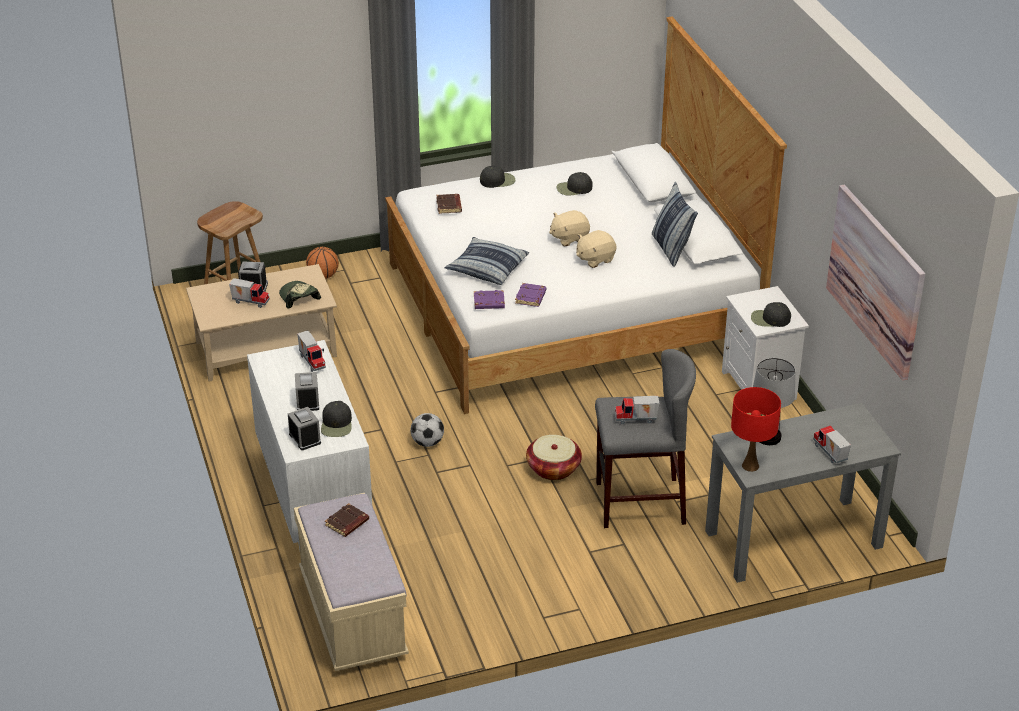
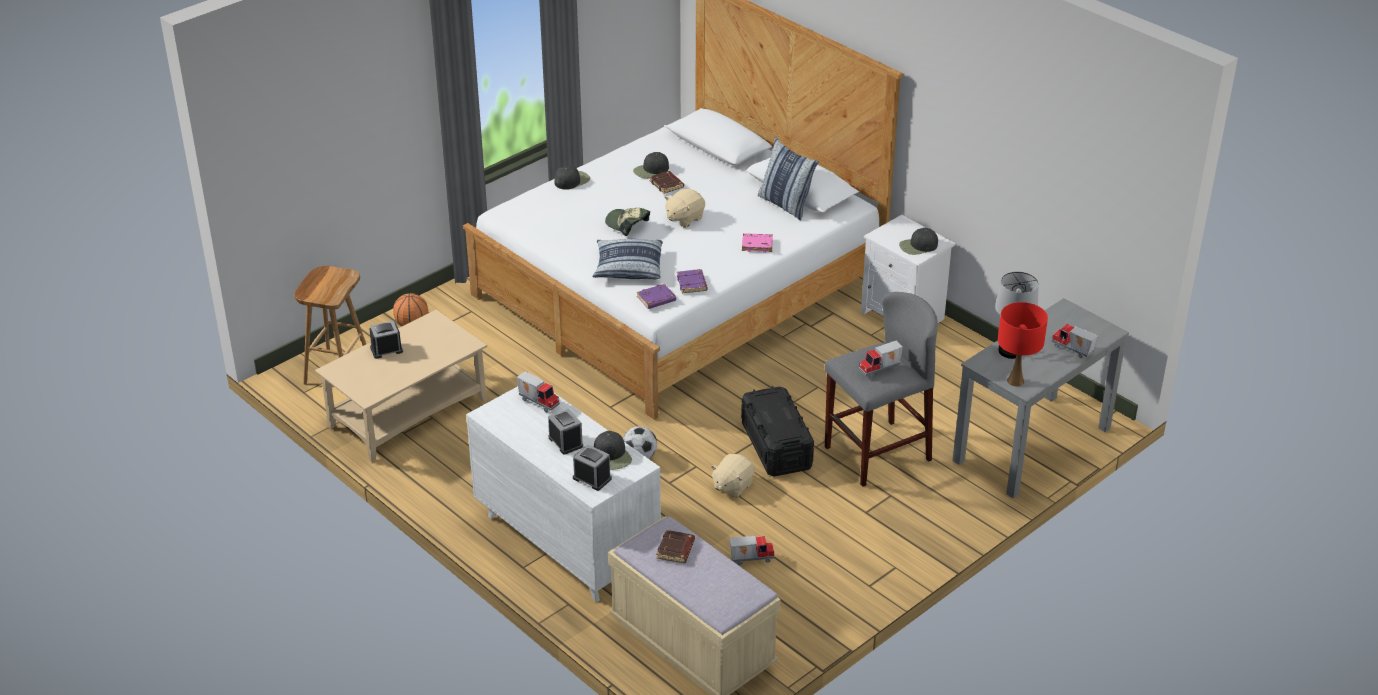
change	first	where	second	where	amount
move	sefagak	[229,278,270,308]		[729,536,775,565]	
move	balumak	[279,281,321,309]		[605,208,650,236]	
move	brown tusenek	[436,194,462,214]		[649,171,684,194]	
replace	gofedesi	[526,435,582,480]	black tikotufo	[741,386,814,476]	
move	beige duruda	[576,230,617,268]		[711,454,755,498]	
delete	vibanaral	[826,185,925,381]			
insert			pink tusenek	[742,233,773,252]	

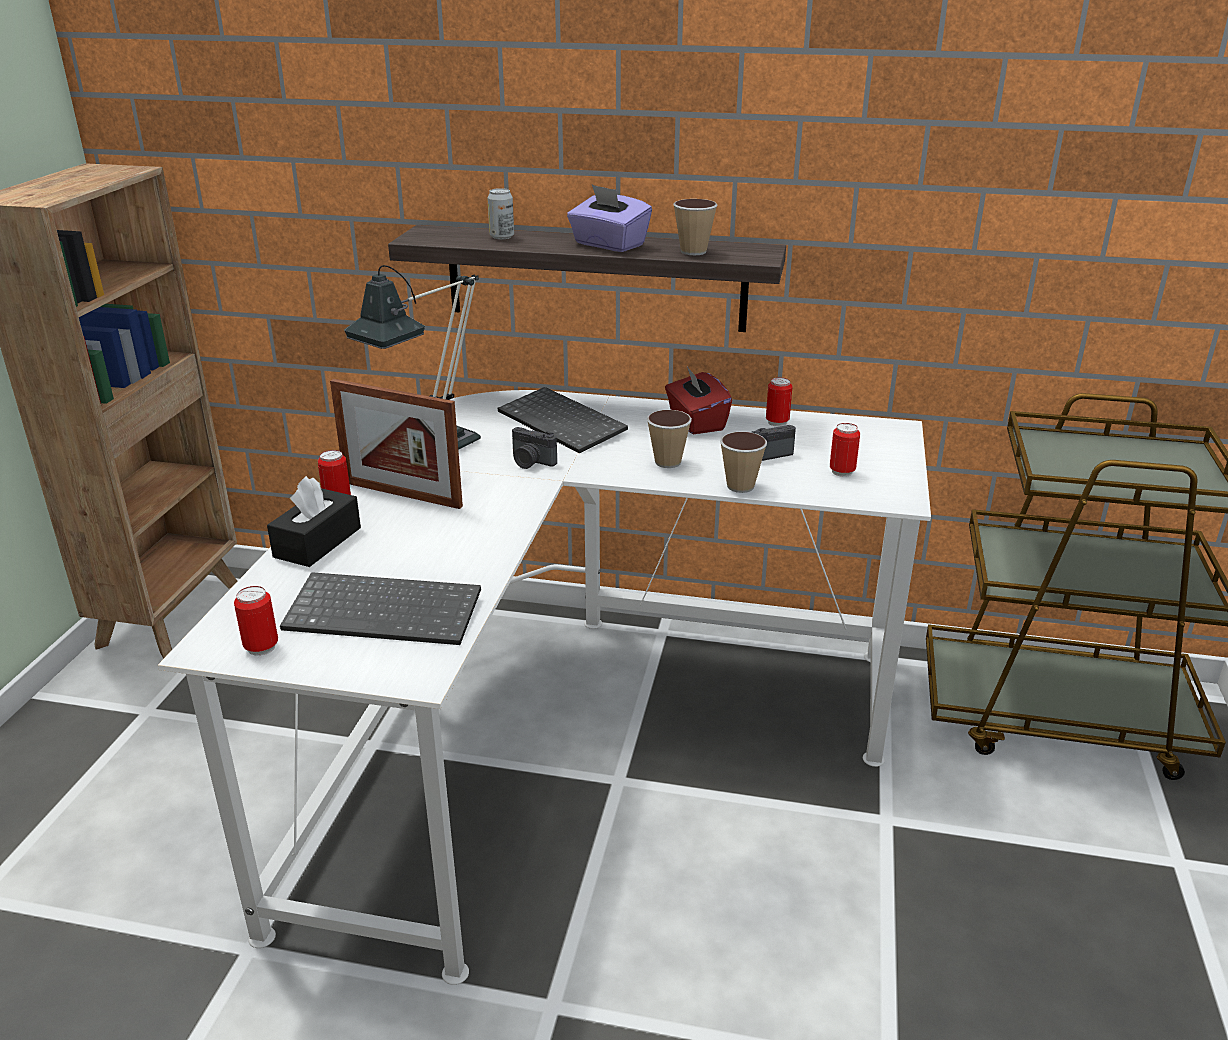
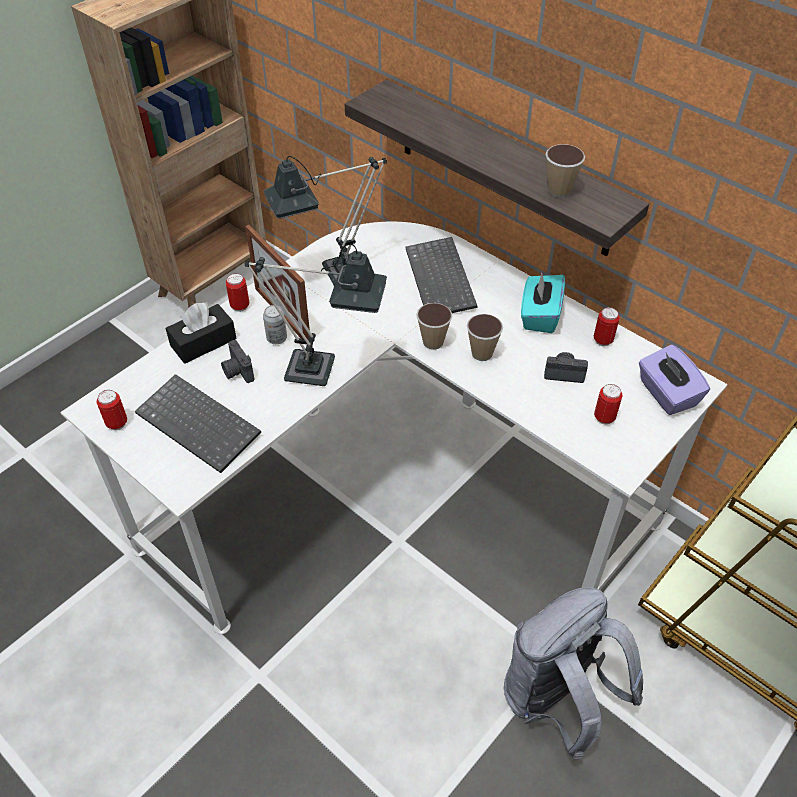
change	first	where	second	where	amount
move	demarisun	[487,188,514,239]		[263,305,287,344]	
move	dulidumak	[512,427,557,469]		[221,340,254,383]	
move	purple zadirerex	[567,184,652,252]		[639,344,710,415]	
recolor	red zadirerex	[665,367,732,434]	turquoise zadirerex	[521,272,565,333]	
move	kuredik	[720,431,767,493]		[416,303,452,350]	
insert			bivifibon	[245,244,387,386]	
insert			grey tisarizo	[504,587,643,760]	

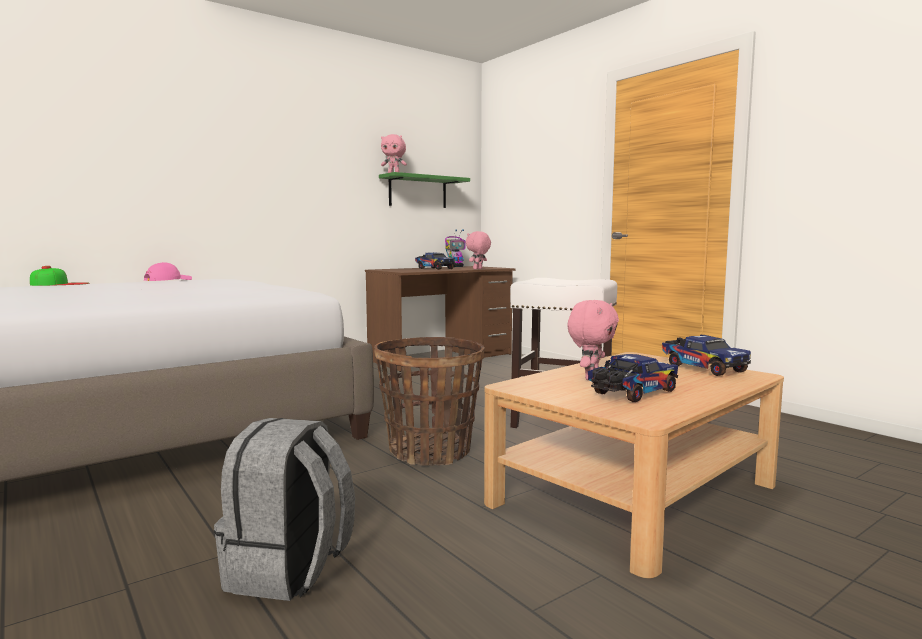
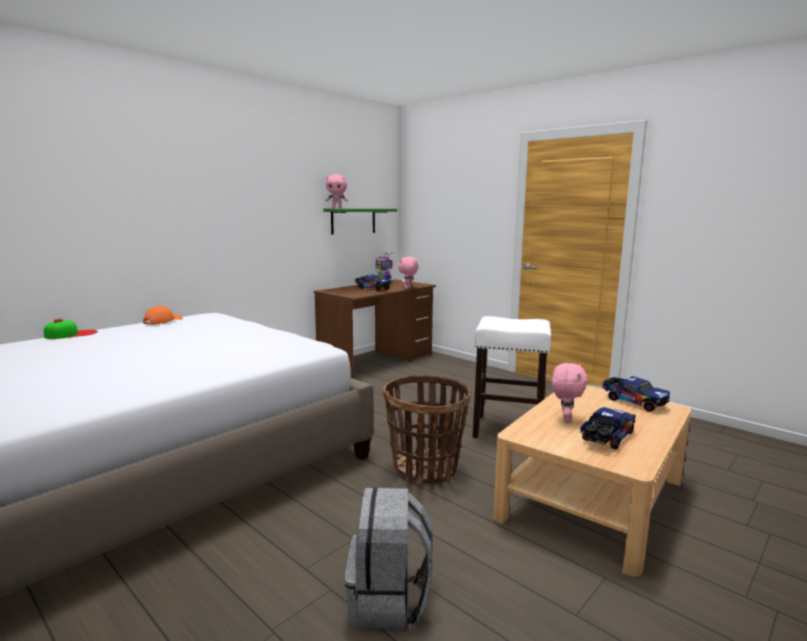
change	first	where	second	where	amount
recolor	pink balumak	[144,262,192,281]	orange balumak	[143,306,183,325]	

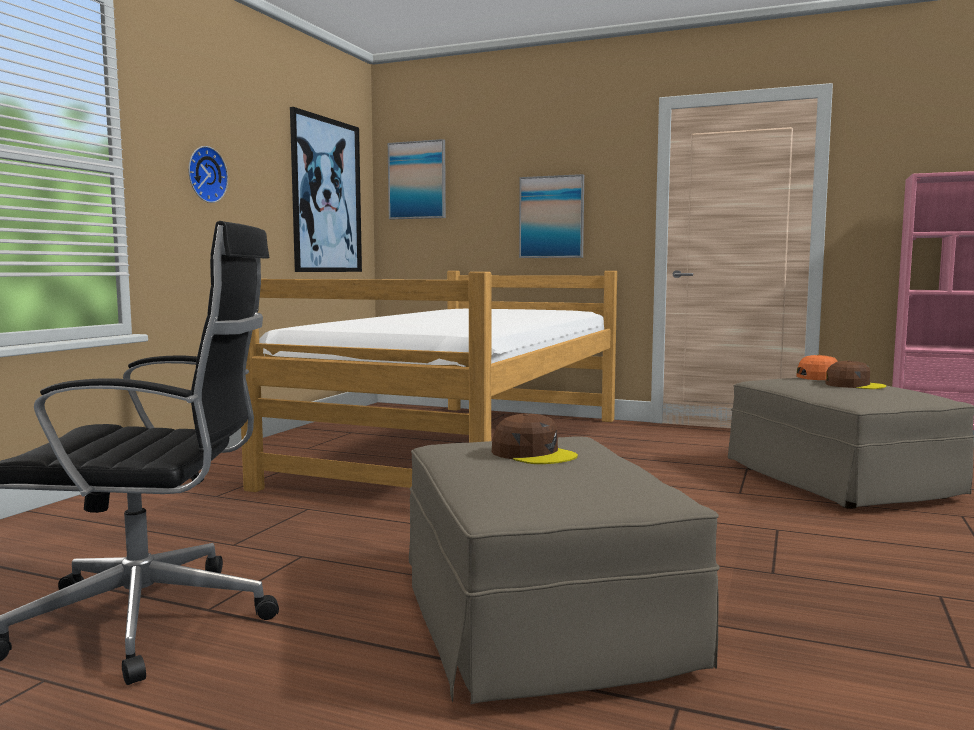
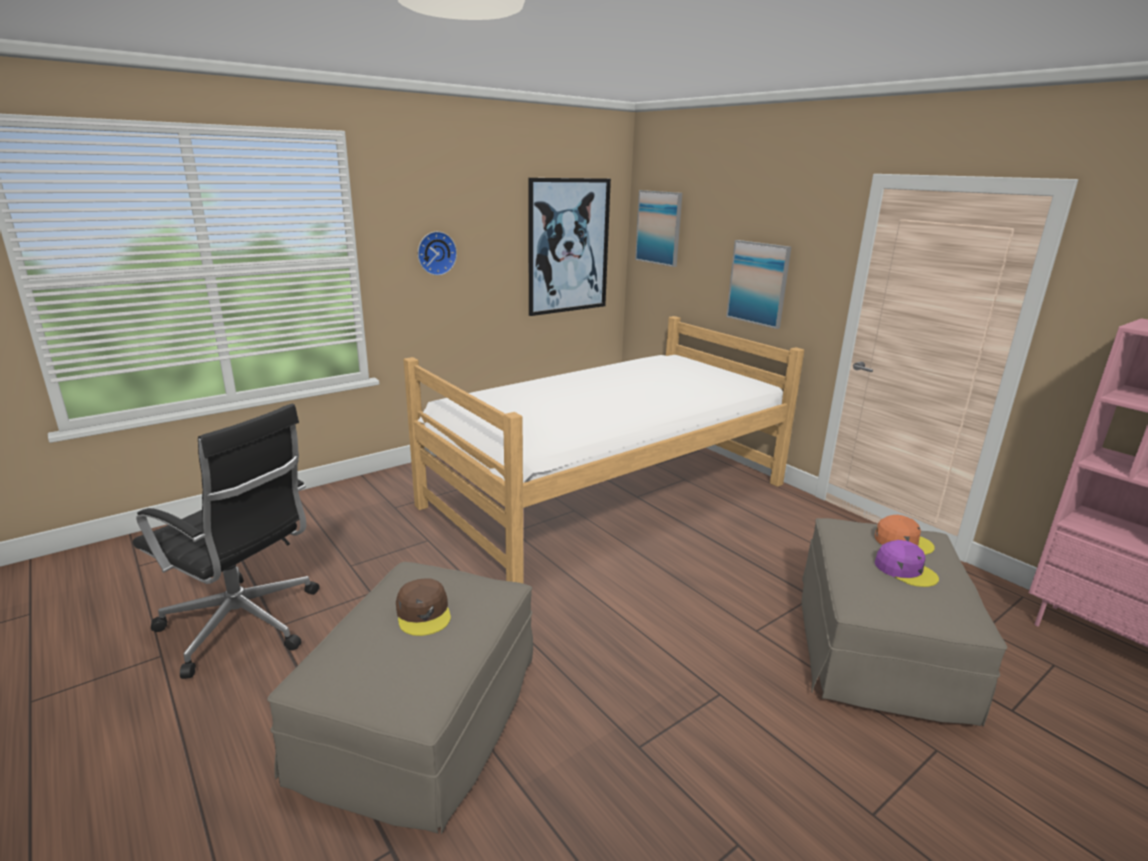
change	first	where	second	where	amount
recolor	brown balumak	[825,360,887,389]	purple balumak	[875,540,939,587]	

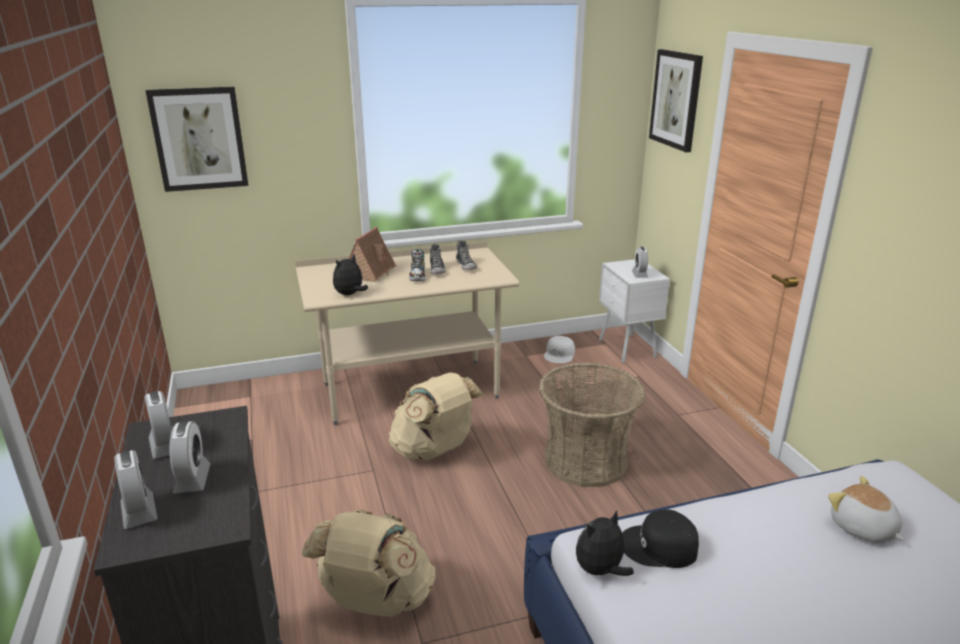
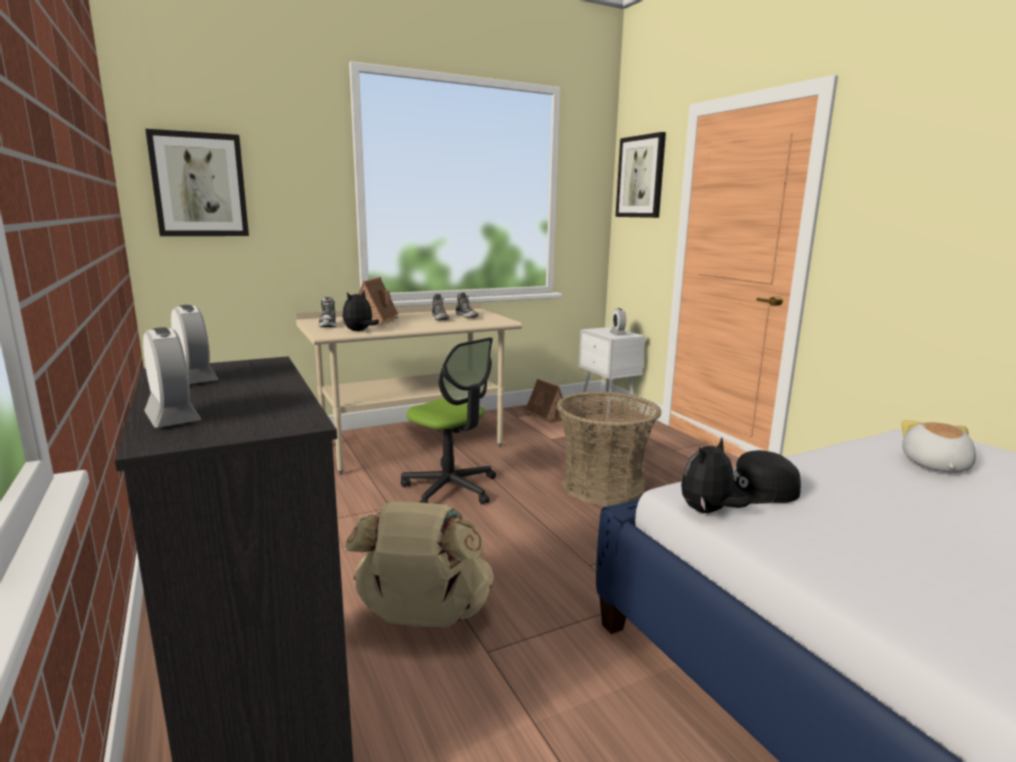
change	first	where	second	where	amount
delete	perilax	[169,421,211,494]			
replace	beige tisarizo	[389,373,484,460]	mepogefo	[401,337,496,505]	
move	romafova	[409,249,426,281]		[319,297,336,327]	
replace	white balumak	[544,336,575,363]	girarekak	[525,379,567,423]	
rotate	duruda	[828,476,905,543]		[901,420,976,472]	60 degrees clockwise

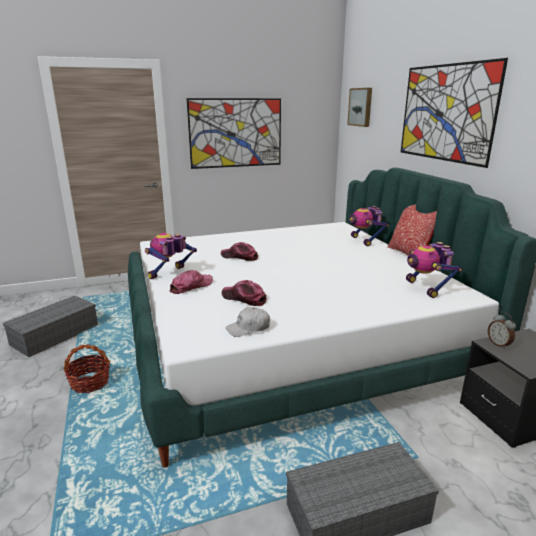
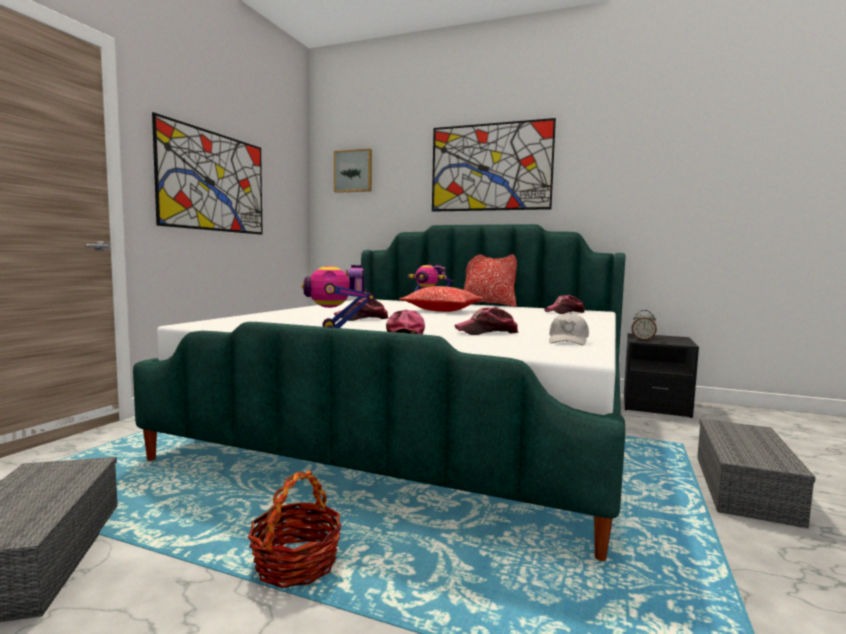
change	first	where	second	where	amount
replace	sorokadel	[406,242,463,298]	balumak	[544,295,584,314]	
insert			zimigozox	[399,286,484,312]	

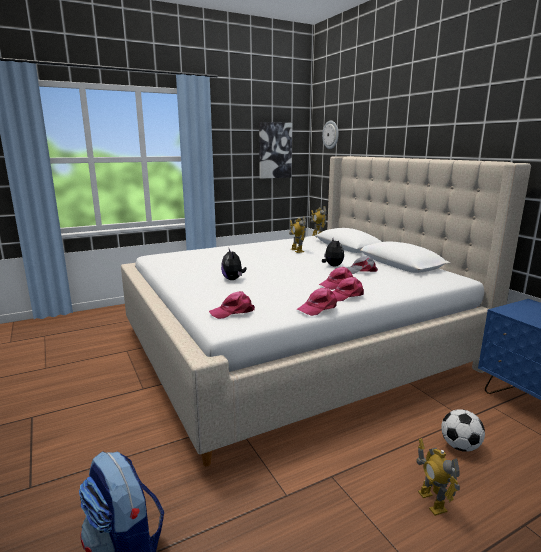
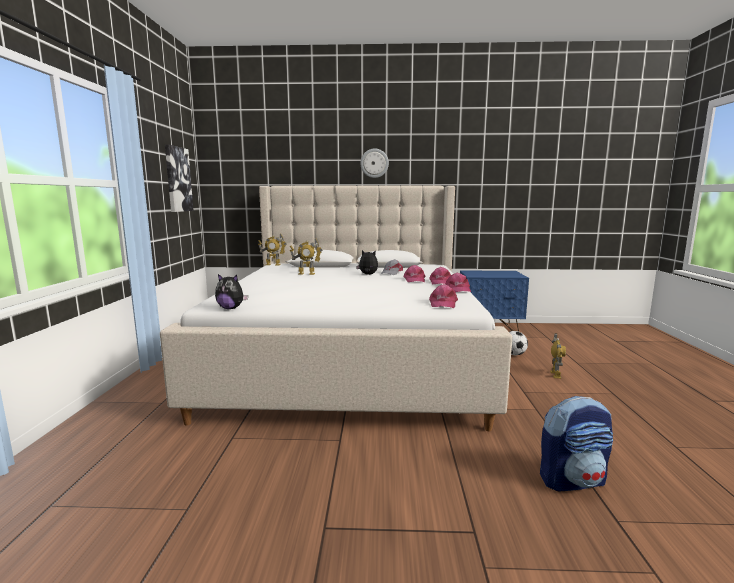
change	first	where	second	where	amount
move	duruda	[221,249,247,280]		[215,274,248,309]	
move	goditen	[322,121,339,149]		[360,149,389,178]	
rotate	sorokadel	[416,438,460,516]		[550,333,566,379]	90 degrees counterclockwise

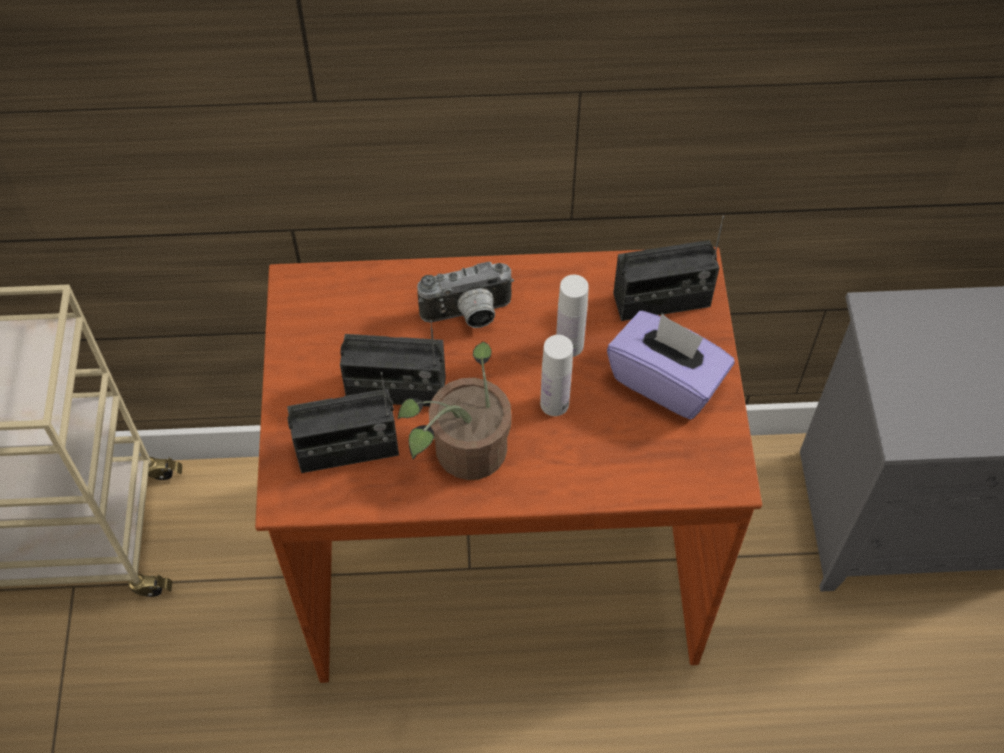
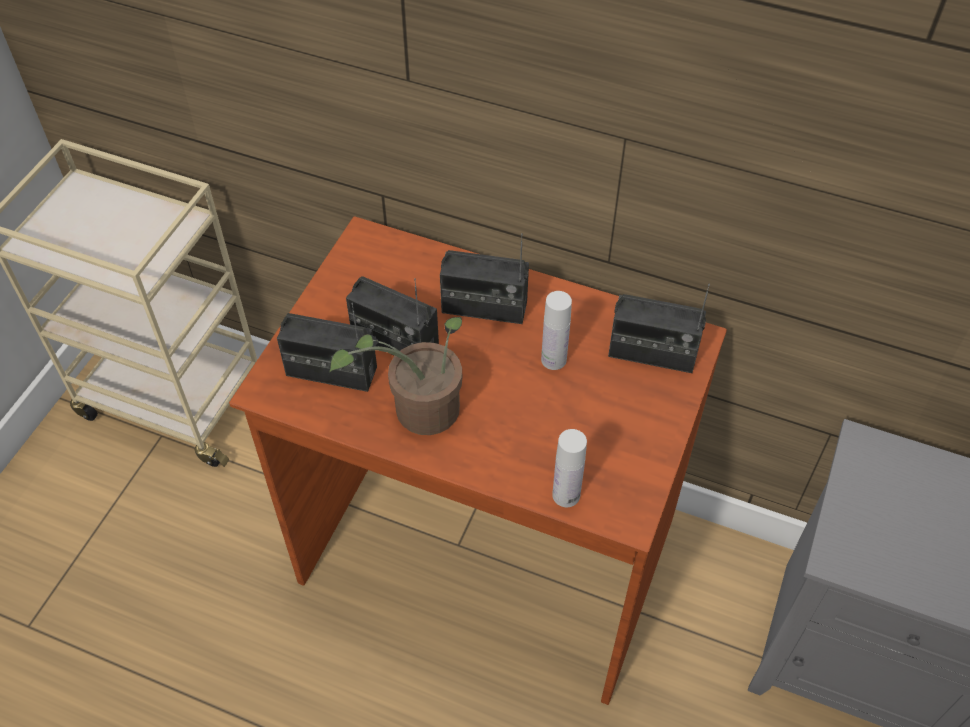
change	first	where	second	where	amount
replace	dulidumak	[417,262,514,328]	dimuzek	[440,233,529,324]	
move	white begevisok	[540,335,573,416]		[552,429,587,507]	
delete	purple zadirerex	[607,311,735,420]			

